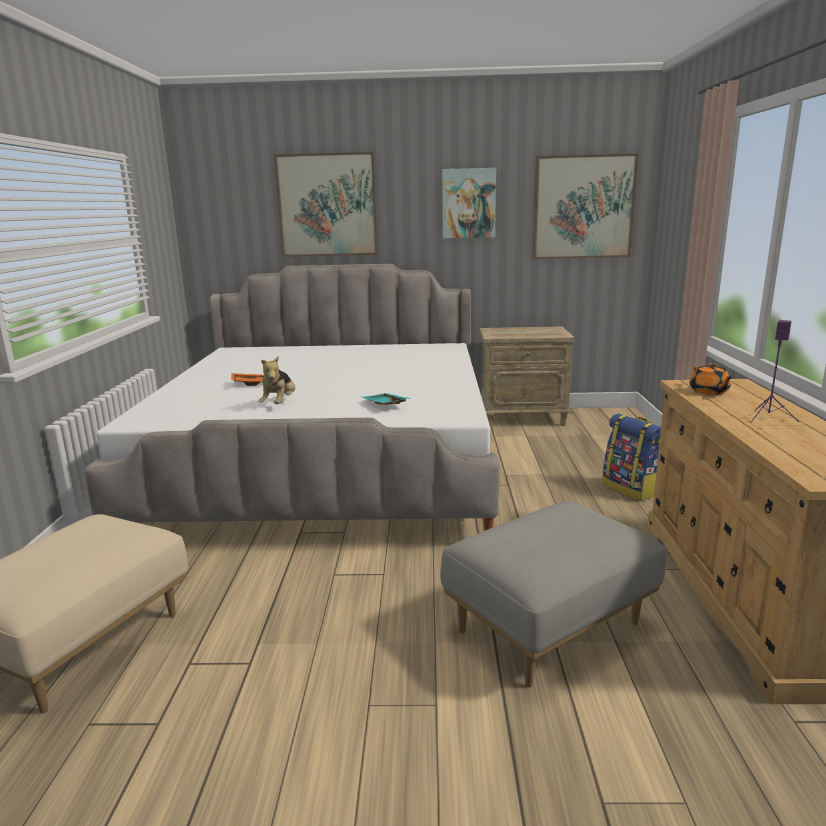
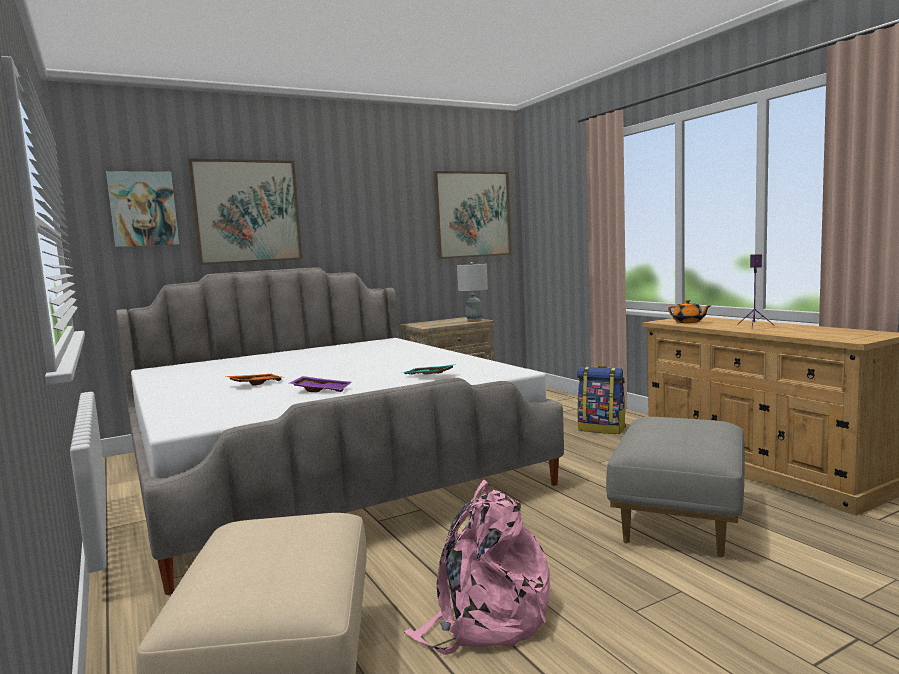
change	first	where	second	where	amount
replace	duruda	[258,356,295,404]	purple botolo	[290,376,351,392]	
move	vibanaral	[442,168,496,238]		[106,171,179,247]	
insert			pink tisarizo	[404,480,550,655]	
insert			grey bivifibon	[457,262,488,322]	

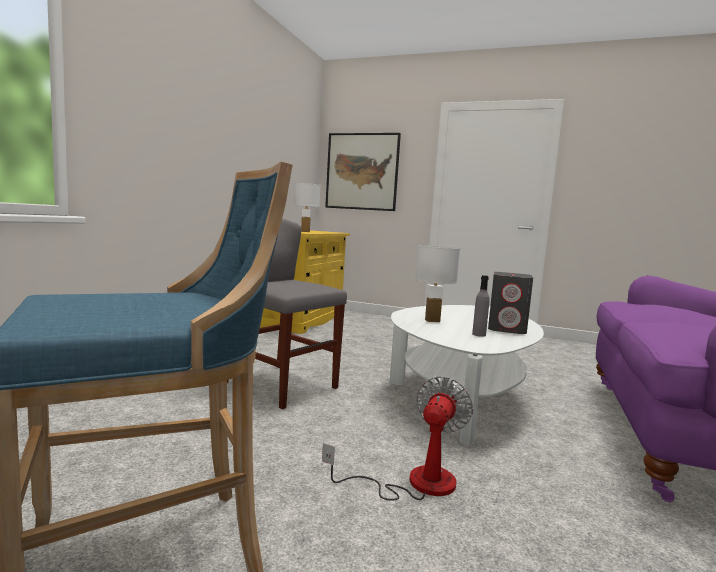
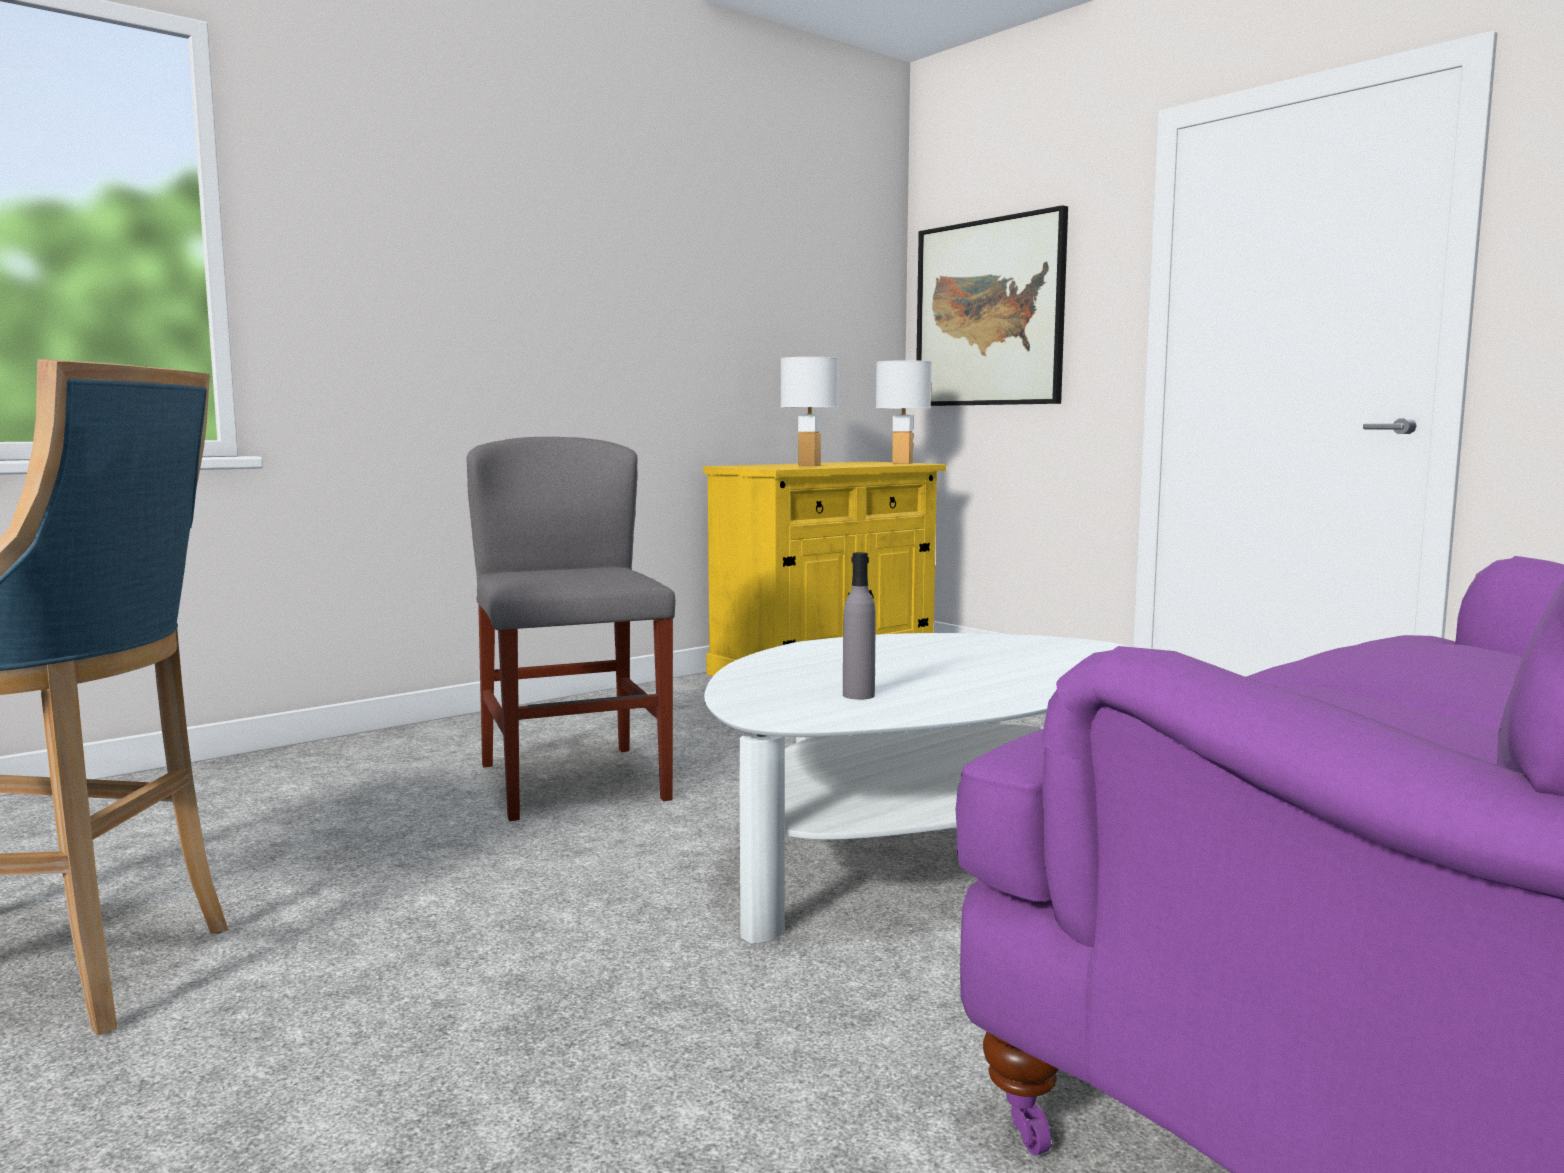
change	first	where	second	where	amount
delete	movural	[322,376,473,501]			
move	white bivifibon	[415,245,460,322]		[876,360,932,464]	
delete	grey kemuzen	[488,272,533,334]			

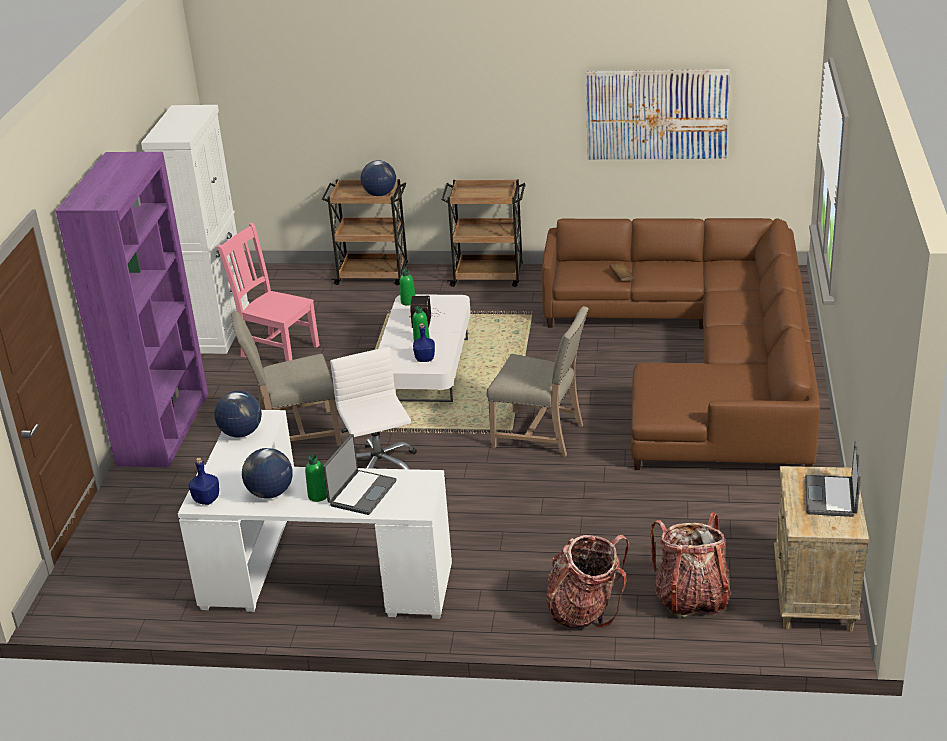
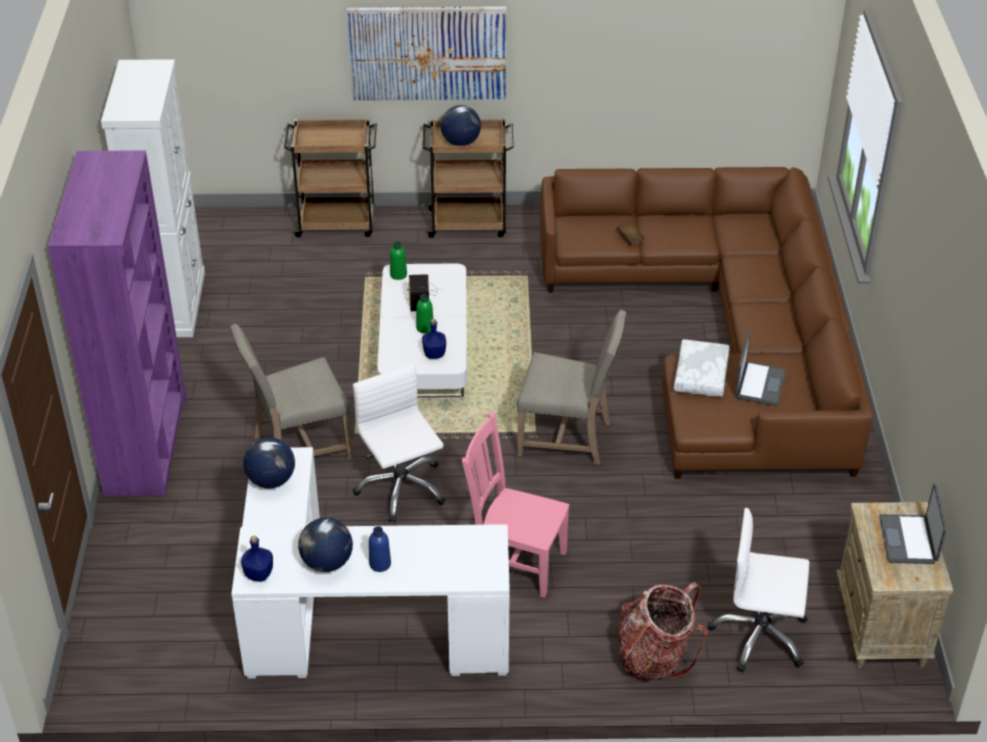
change	first	where	second	where	amount
move	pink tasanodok	[217,223,319,361]		[462,411,570,598]	
recolor	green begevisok	[305,455,327,502]	blue begevisok	[369,526,391,572]	
move	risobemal	[323,434,397,515]		[735,331,786,406]	
move	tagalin	[361,160,396,196]		[440,105,481,146]	
move	vibanaral	[586,69,730,160]		[347,6,506,101]	
replace	tisarizo	[650,512,731,618]	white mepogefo	[708,508,809,672]	
insert			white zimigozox	[674,340,730,397]	

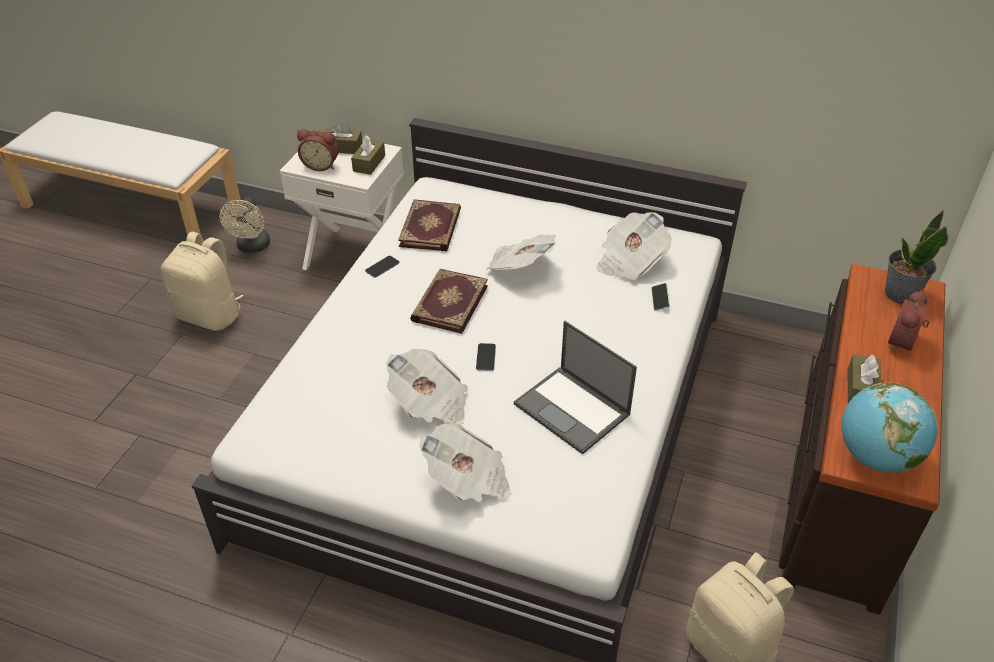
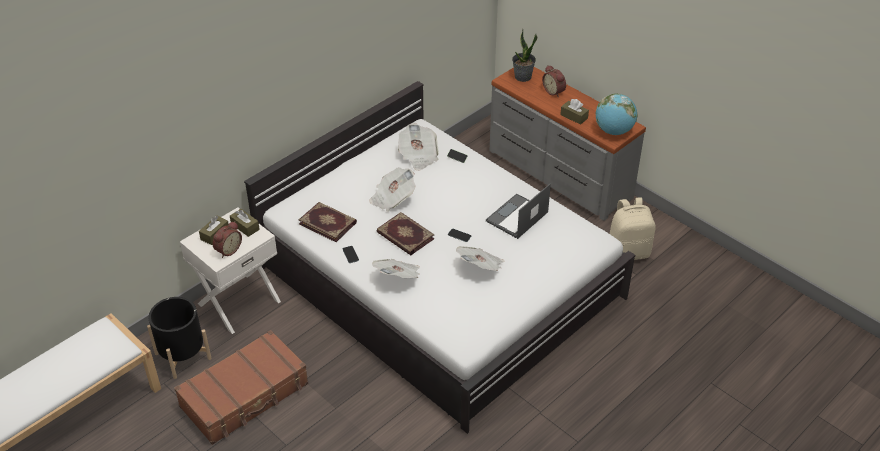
change	first	where	second	where	amount
replace	beige tisarizo	[161,232,243,331]	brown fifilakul	[174,330,308,445]	
replace	beige movural	[219,197,270,253]	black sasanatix	[147,297,212,379]	
move	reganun	[419,423,511,502]		[372,259,420,278]	
rotate	risobemal	[514,321,637,455]		[486,183,551,239]	150 degrees clockwise
recolor	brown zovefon	[778,264,945,614]	grey zovefon	[489,67,646,221]	

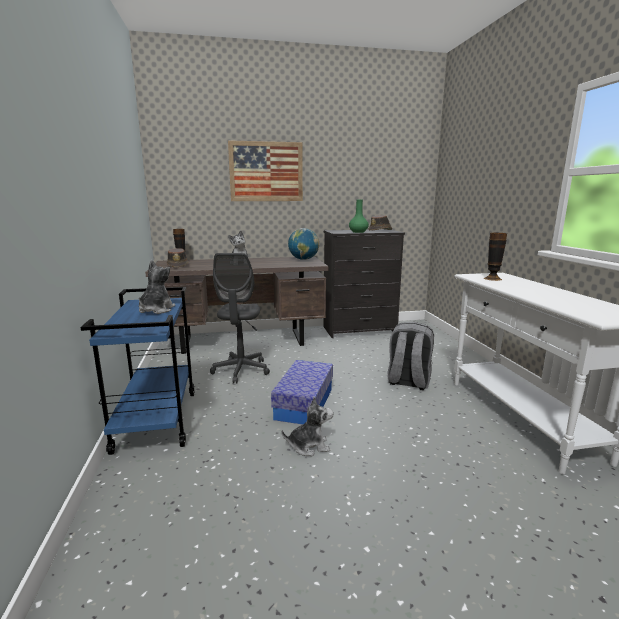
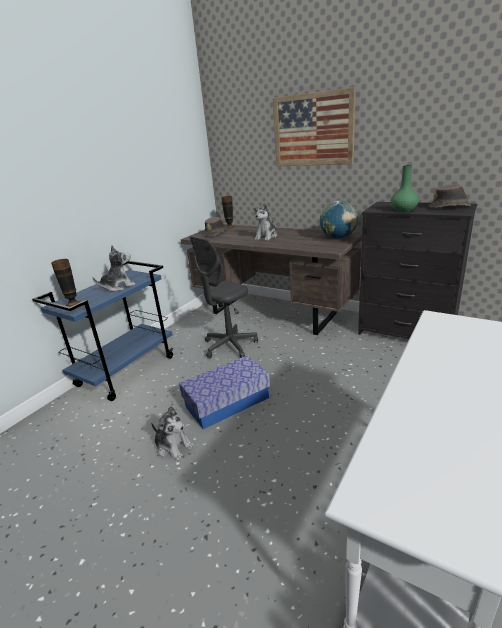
change	first	where	second	where	amount
delete	grey tisarizo	[387,322,434,390]			
move	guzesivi	[484,233,507,281]		[51,259,80,307]	

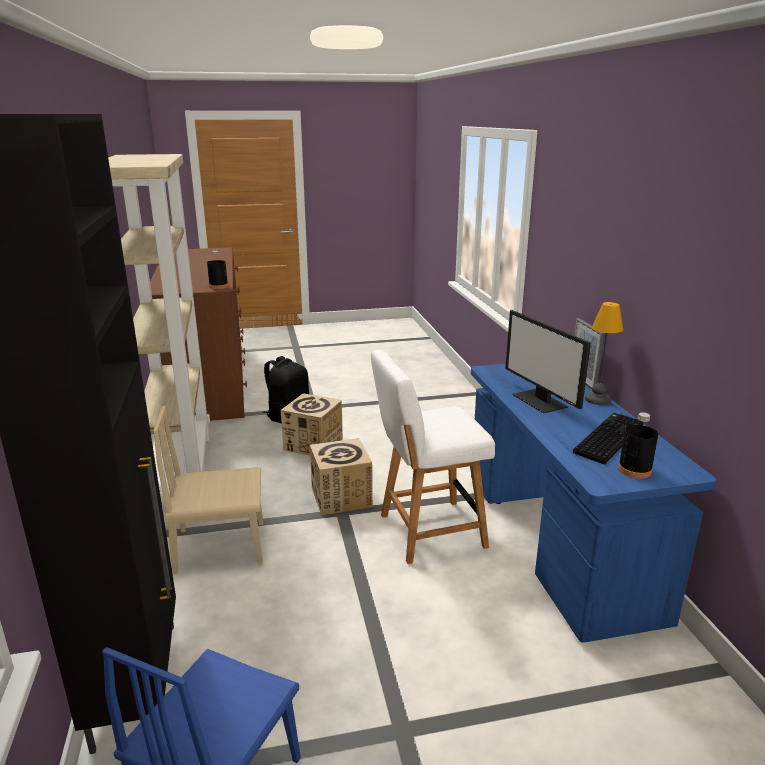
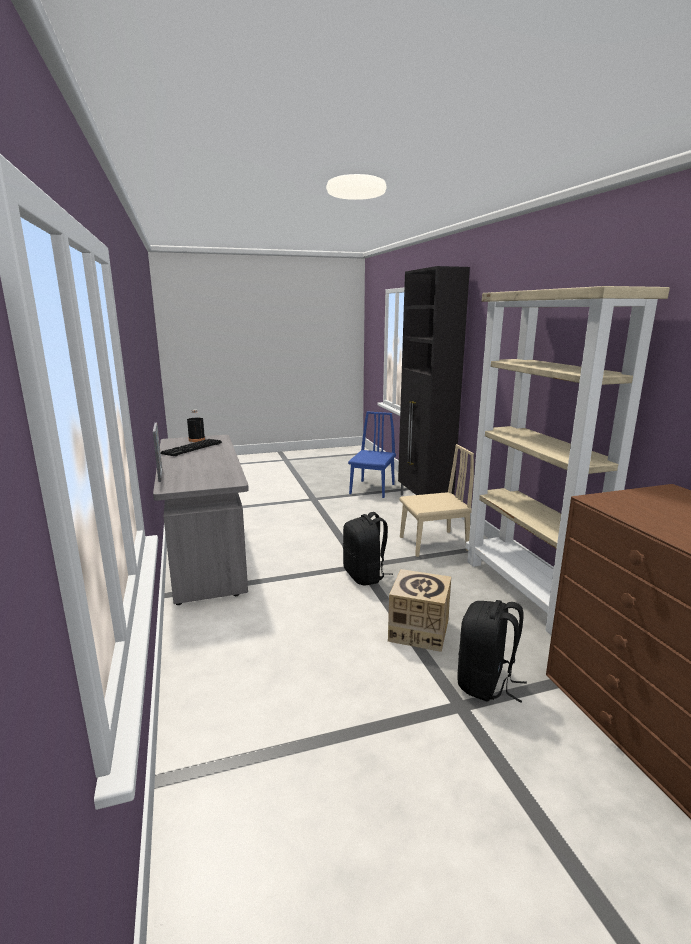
change	first	where	second	where	amount
delete	black begevisok	[207,251,228,289]			
replace	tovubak	[310,438,373,516]	black tisarizo	[343,512,393,585]	
delete	white tasanodok	[371,350,495,564]			
recolor	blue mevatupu	[471,364,717,643]	grey mevatupu	[153,435,249,605]	
delete	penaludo	[505,310,591,413]			
delete	bivifibon	[585,302,623,405]			

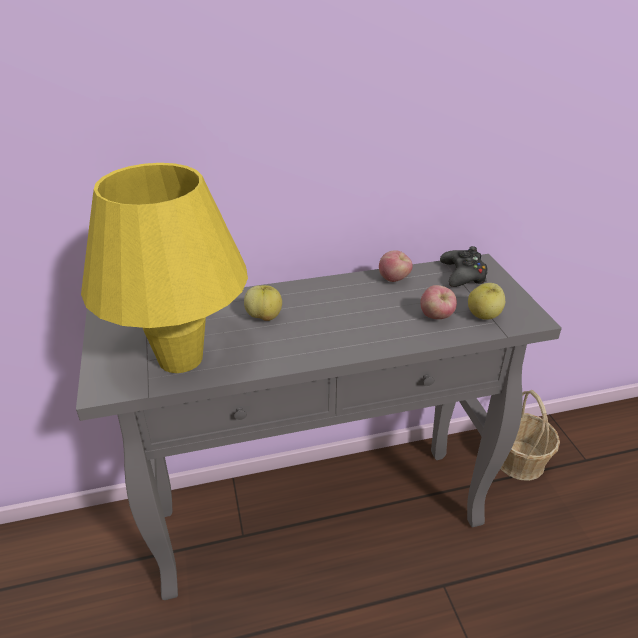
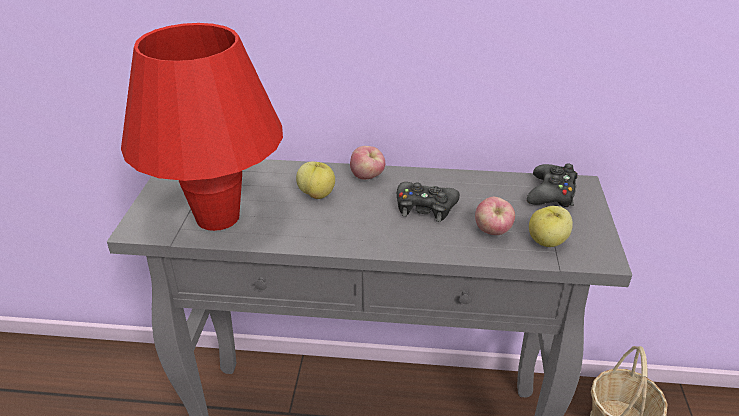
change	first	where	second	where	amount
recolor	yellow bivifibon	[81,163,248,373]	red bivifibon	[121,23,283,231]	
move	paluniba	[379,250,413,282]		[350,146,385,180]	
insert			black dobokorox	[397,182,460,222]	

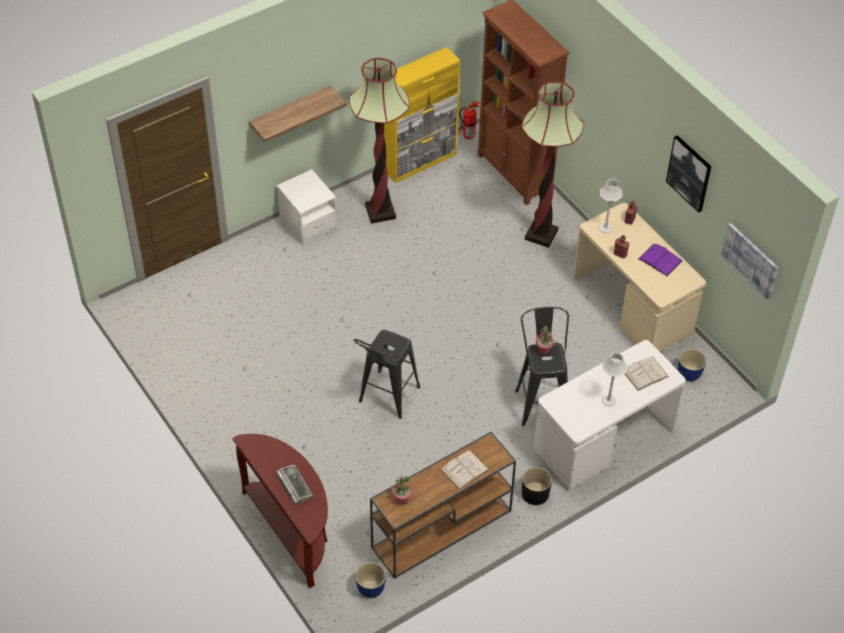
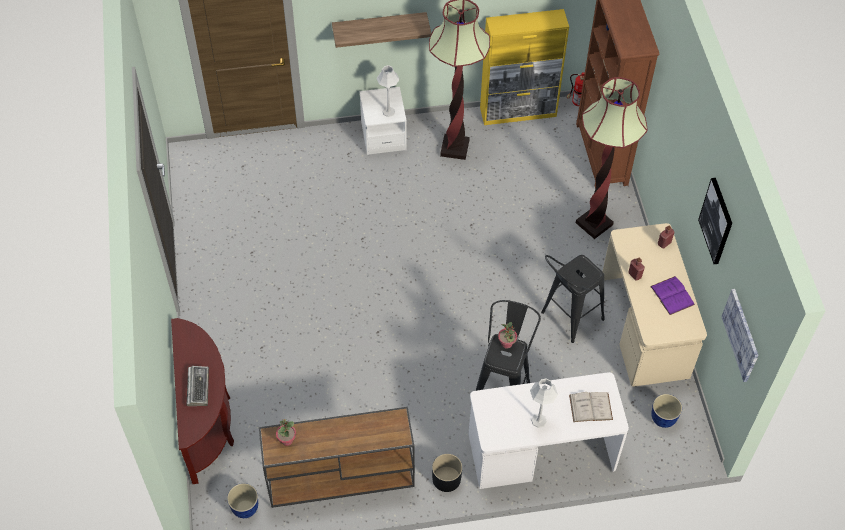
change	first	where	second	where	amount
move	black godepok	[354,330,420,419]		[541,255,605,343]	
delete	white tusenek	[440,450,489,490]			
move	grey bivifibon	[599,179,623,233]		[377,65,400,117]	

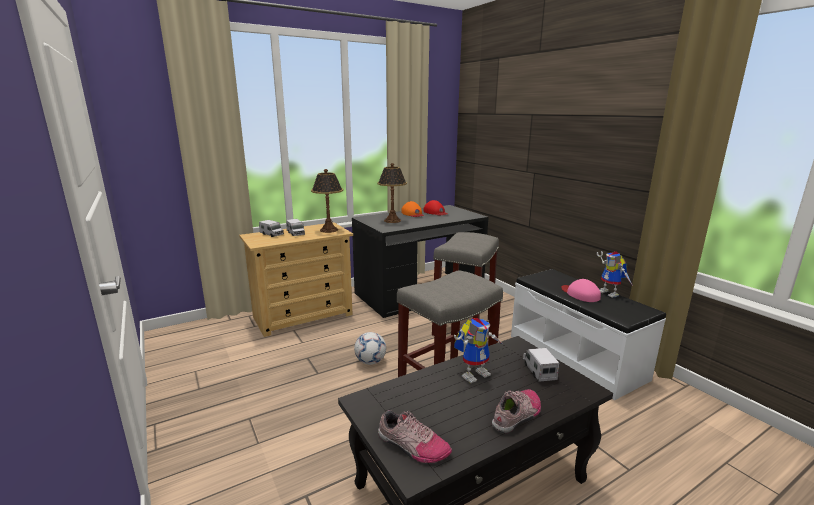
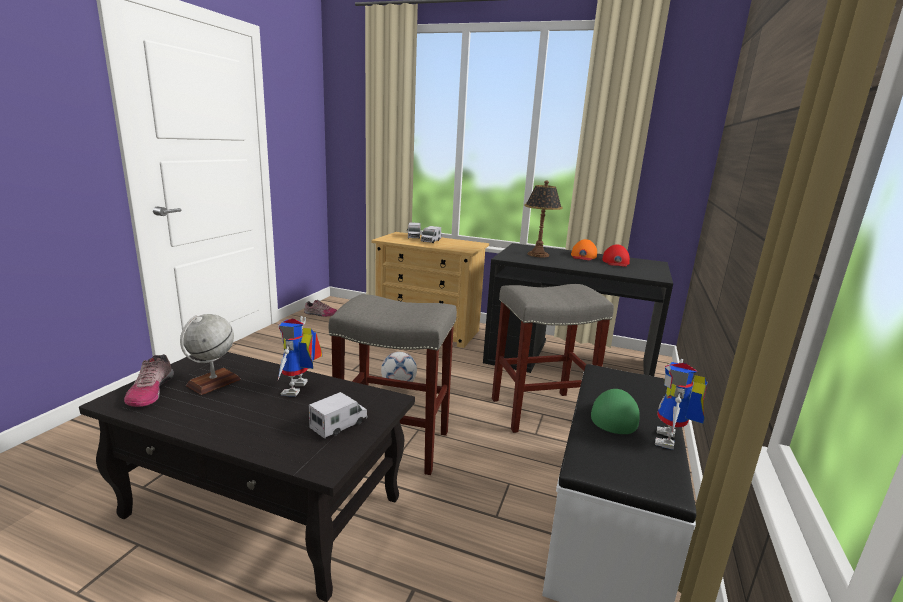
change	first	where	second	where	amount
delete	bivifibon	[311,169,343,233]			
rotate	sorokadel	[454,318,501,383]		[278,316,322,397]	75 degrees clockwise
move	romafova	[492,389,541,433]		[304,300,337,317]	
recolor	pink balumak	[561,279,601,302]	green balumak	[591,389,640,434]	
insert			tagalin	[180,314,241,395]	

